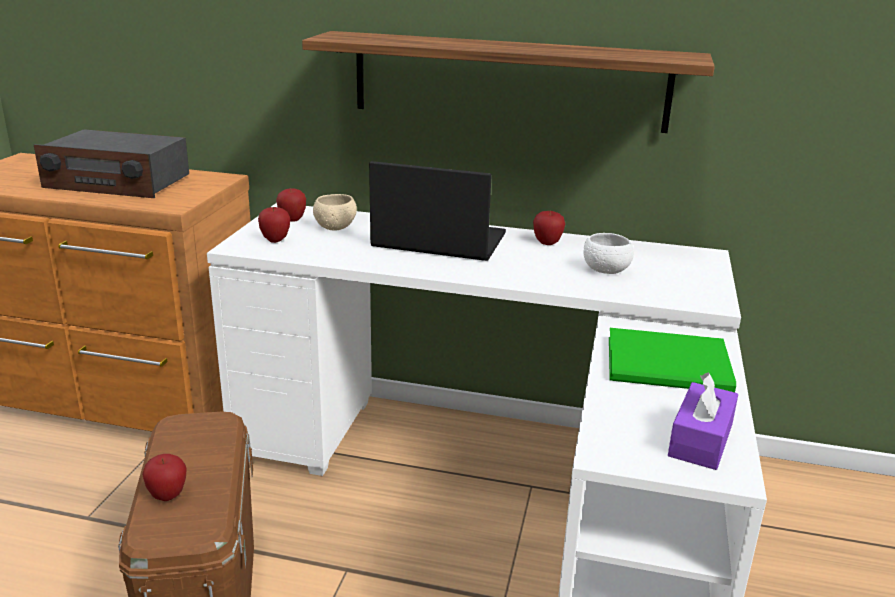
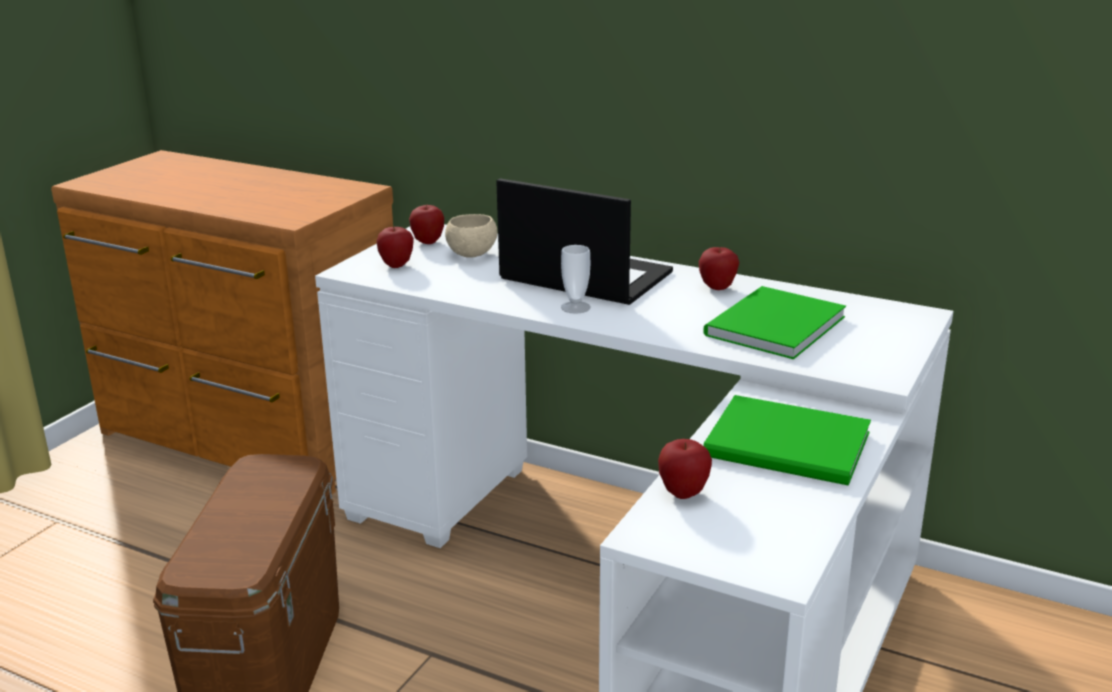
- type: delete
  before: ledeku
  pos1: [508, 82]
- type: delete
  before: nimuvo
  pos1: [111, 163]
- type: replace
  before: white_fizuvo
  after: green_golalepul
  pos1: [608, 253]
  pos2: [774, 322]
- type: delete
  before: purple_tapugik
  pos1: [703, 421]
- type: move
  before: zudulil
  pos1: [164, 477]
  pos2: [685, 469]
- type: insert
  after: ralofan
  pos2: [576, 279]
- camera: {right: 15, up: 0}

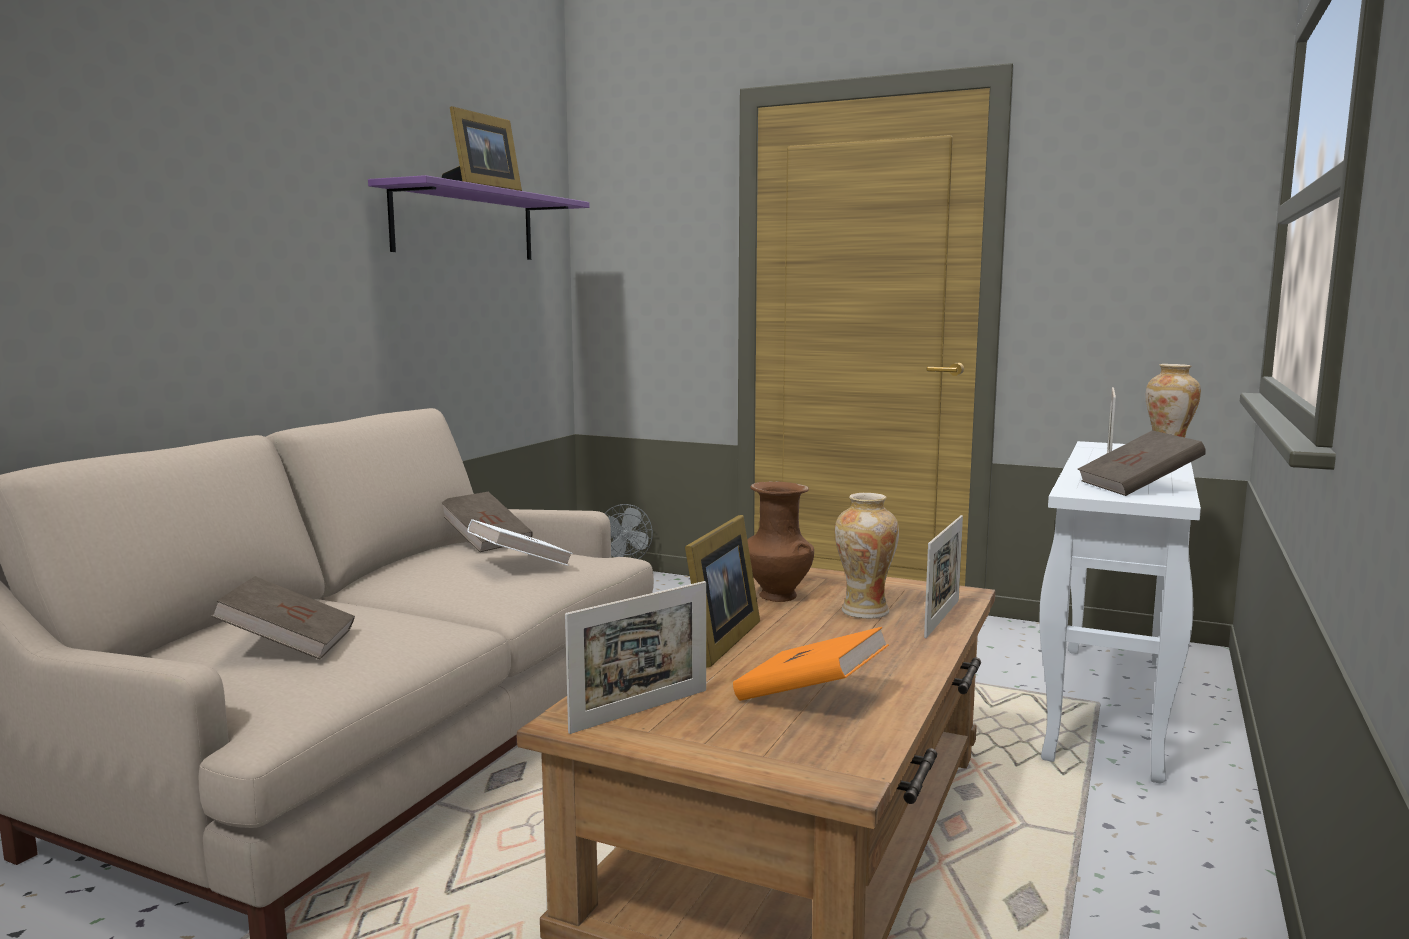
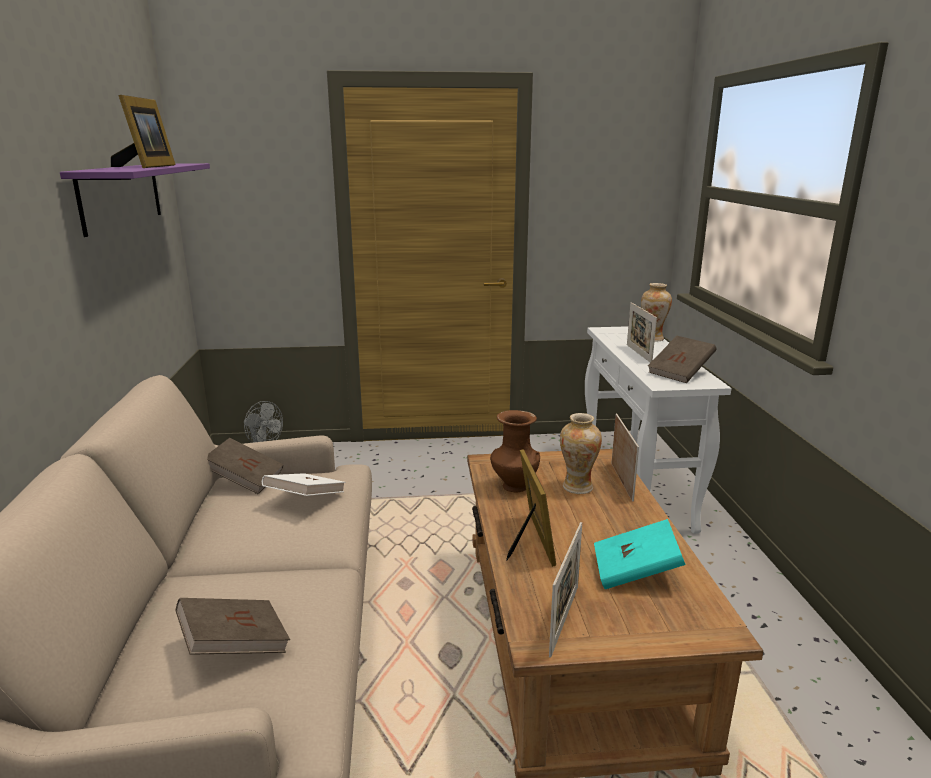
- type: recolor
  before: orange_golalepul
  after: turquoise_golalepul
  pos1: [811, 664]
  pos2: [640, 554]
- camera: {right: -30, up: 10}

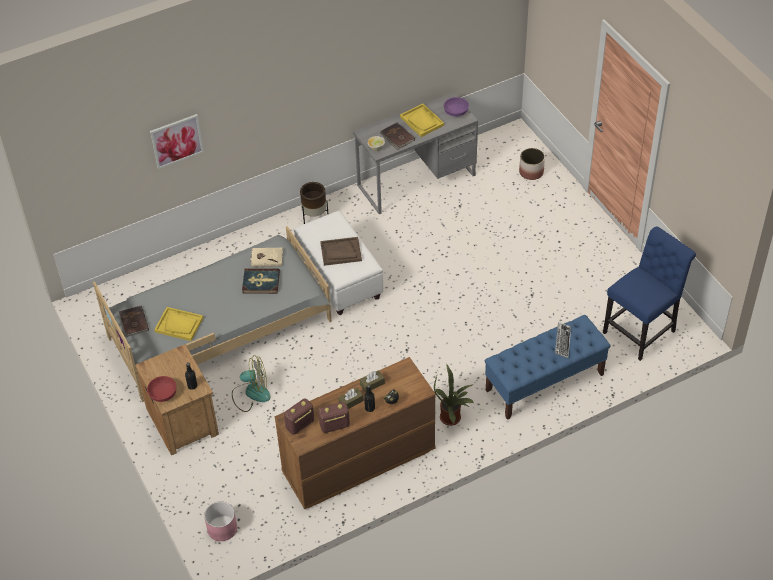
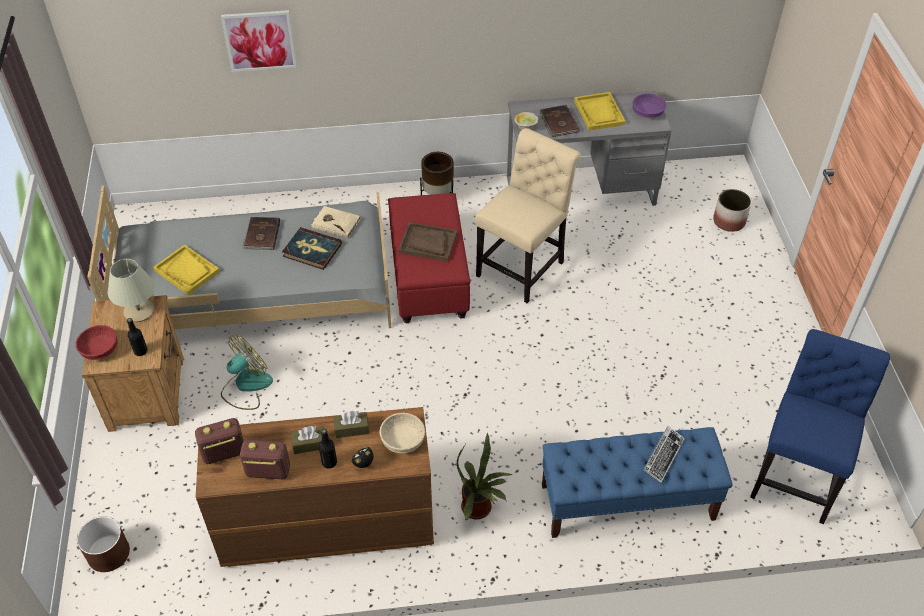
- type: recolor
  before: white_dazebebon
  after: red_dazebebon
  pos1: [338, 262]
  pos2: [429, 258]
- type: rotate
  before: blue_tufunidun
  pos1: [649, 293]
  pos2: [820, 426]
  turn: -45
- type: move
  before: brown_golalepul
  pos1: [134, 321]
  pos2: [261, 233]
- type: rotate
  before: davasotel
  pos1: [251, 383]
  pos2: [247, 372]
  turn: -60
- type: recolor
  before: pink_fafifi
  after: brown_fafifi
  pos1: [220, 521]
  pos2: [103, 544]
- type: insert
  after: beige_tufunidun
  pos2: [528, 215]
- type: insert
  after: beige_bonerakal
  pos2: [131, 290]
- type: insert
  after: beige_fizuvo
  pos2: [402, 433]
- camera: {right: 20, up: 0}

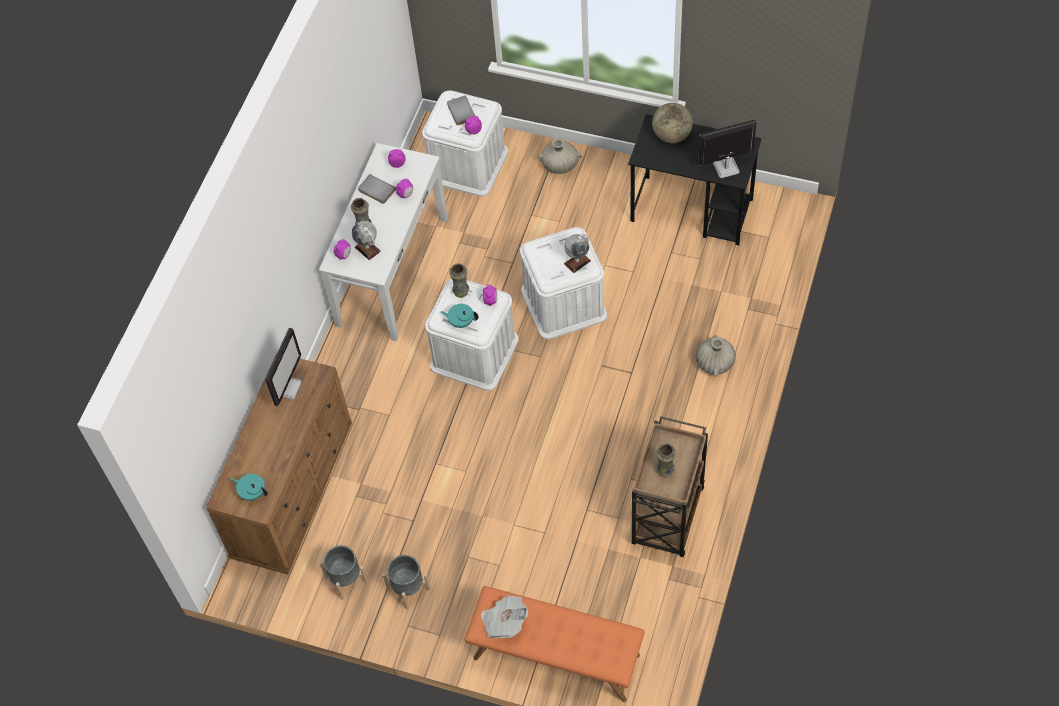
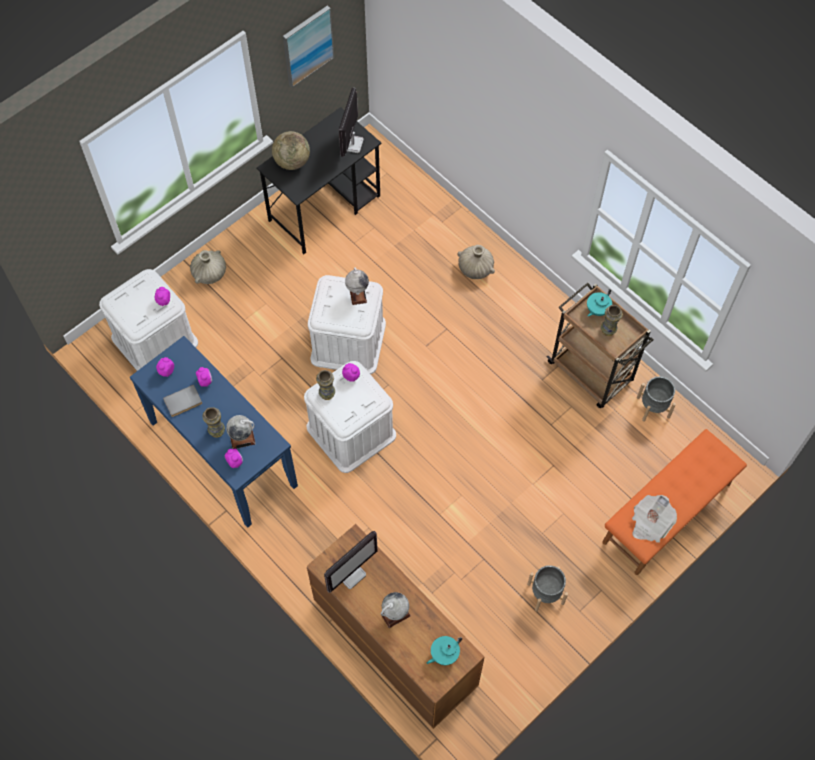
- type: delete
  before: grey_golalepul
  pos1: [461, 110]
- type: recolor
  before: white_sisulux
  after: blue_sisulux
  pos1: [383, 242]
  pos2: [214, 432]
- type: move
  before: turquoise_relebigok
  pos1: [460, 316]
  pos2: [599, 302]
- type: rotate
  before: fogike
  pos1: [283, 367]
  pos2: [351, 562]
  turn: 90
- type: move
  before: grey_fafifi
  pos1: [344, 572]
  pos2: [656, 399]
- type: insert
  after: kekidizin
  pos2: [308, 46]
- type: insert
  after: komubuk
  pos2: [396, 610]
- camera: {right: -65, up: 5}

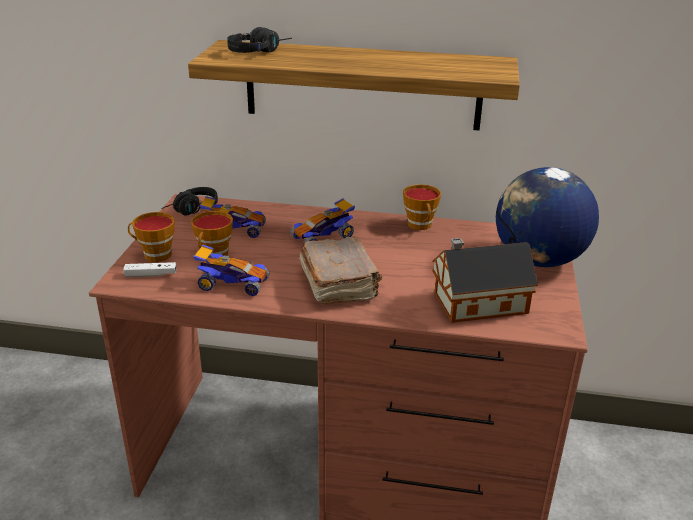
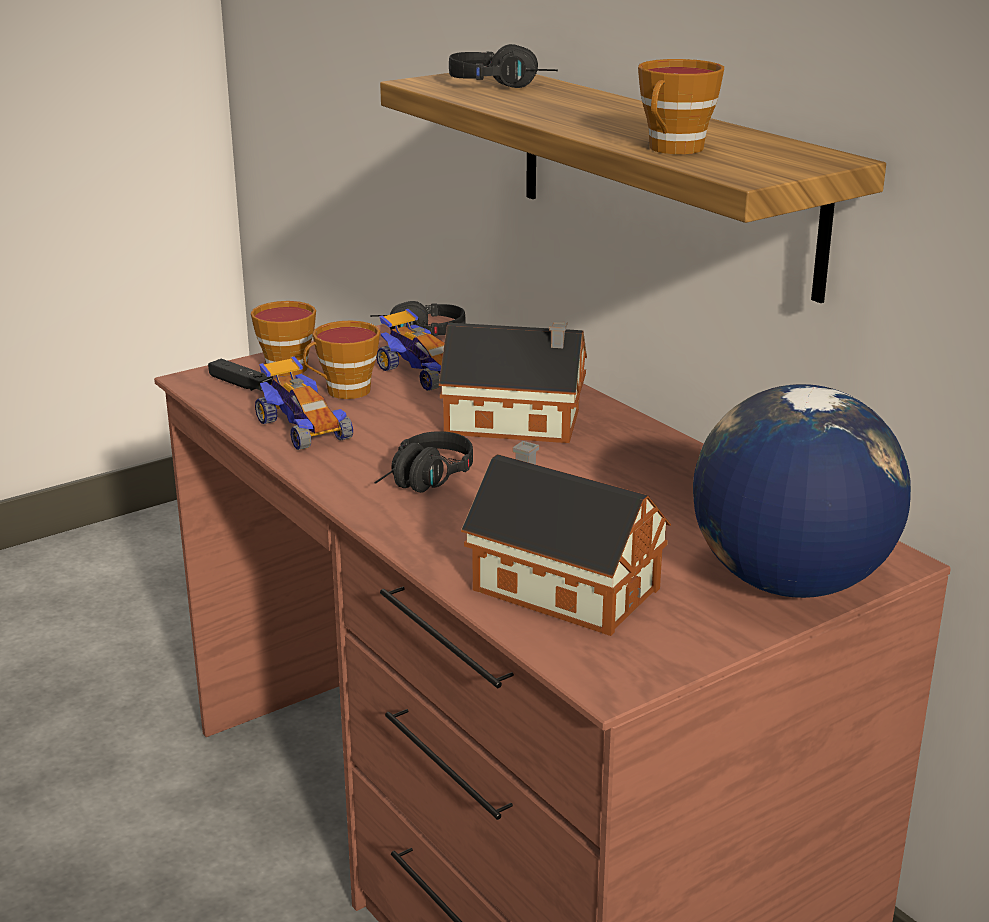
- type: move
  before: ralofan
  pos1: [422, 207]
  pos2: [681, 106]
- type: replace
  before: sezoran
  after: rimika
  pos1: [322, 221]
  pos2: [513, 382]
- type: replace
  before: brown_golalepul
  after: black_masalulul
  pos1: [340, 270]
  pos2: [423, 462]
- type: recolor
  before: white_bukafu
  after: black_bukafu
  pos1: [150, 269]
  pos2: [240, 375]
- camera: {right: 45, up: -5}

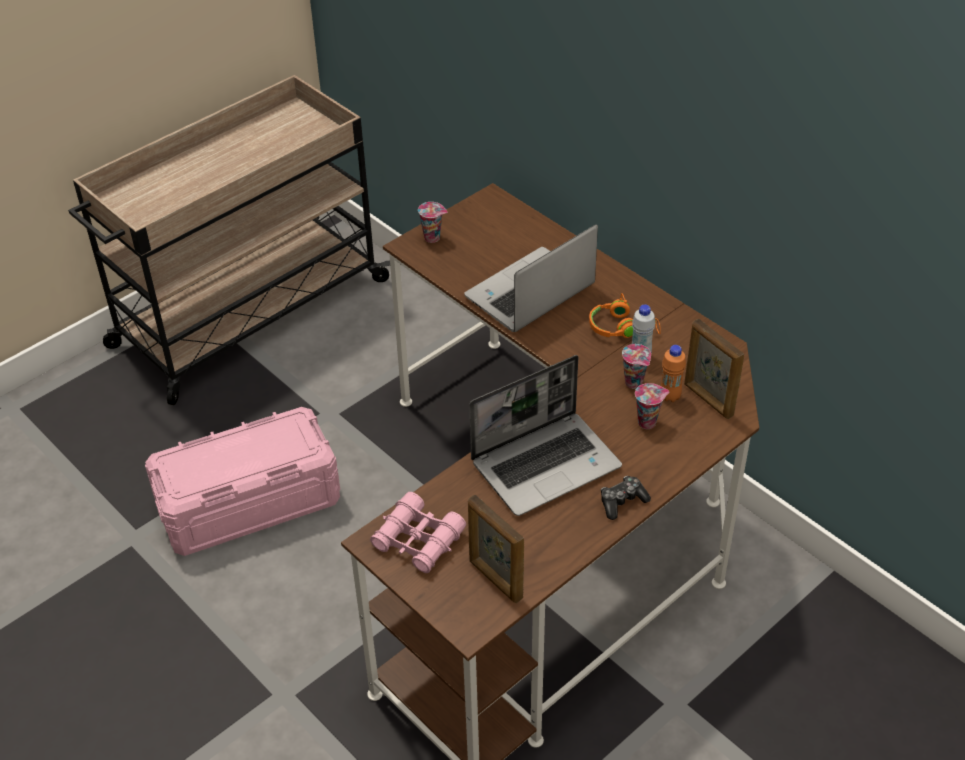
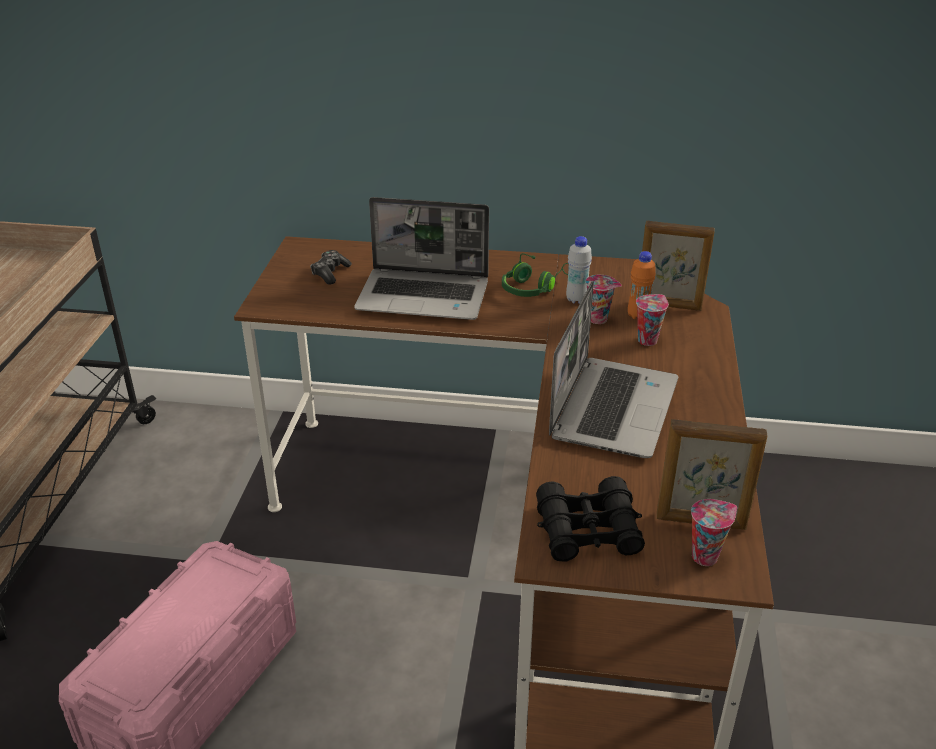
- type: move
  before: ralofan
  pos1: [432, 222]
  pos2: [714, 532]
- type: rotate
  before: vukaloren
  pos1: [531, 278]
  pos2: [421, 258]
  turn: -90
- type: recolor
  before: orange_masalulul
  after: green_masalulul
  pos1: [625, 315]
  pos2: [535, 275]
- type: move
  before: bukafu
  pos1: [626, 498]
  pos2: [331, 267]
- type: recolor
  before: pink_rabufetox
  after: black_rabufetox
  pos1: [418, 532]
  pos2: [590, 519]
- camera: {right: -40, up: -10}

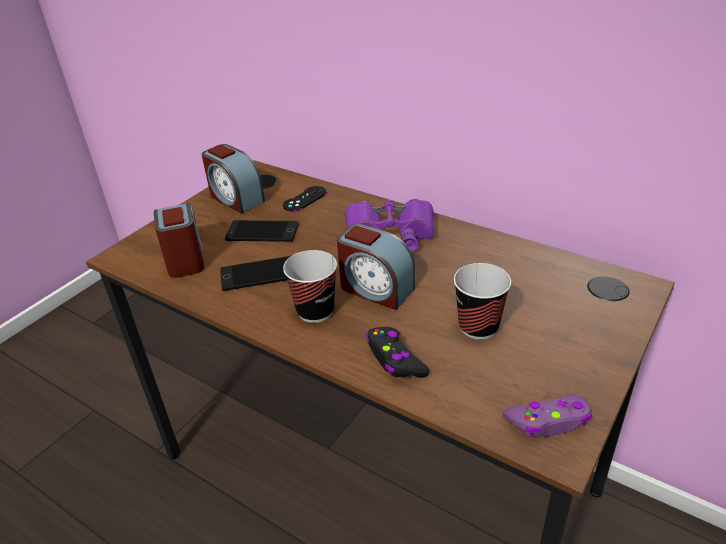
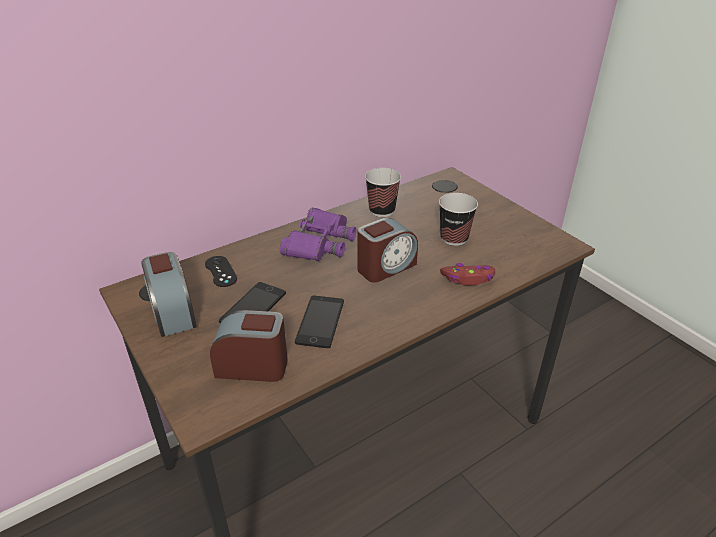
- type: rotate
  before: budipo
  pos1: [233, 179]
  pos2: [169, 294]
  turn: 90
- type: move
  before: ralofan
  pos1: [310, 286]
  pos2: [383, 192]
- type: recolor
  before: black_bukafu
  after: red_bukafu
  pos1: [398, 352]
  pos2: [467, 274]
- type: delete
  before: purple_bukafu
  pos1: [547, 415]
- camera: {right: -70, up: 0}

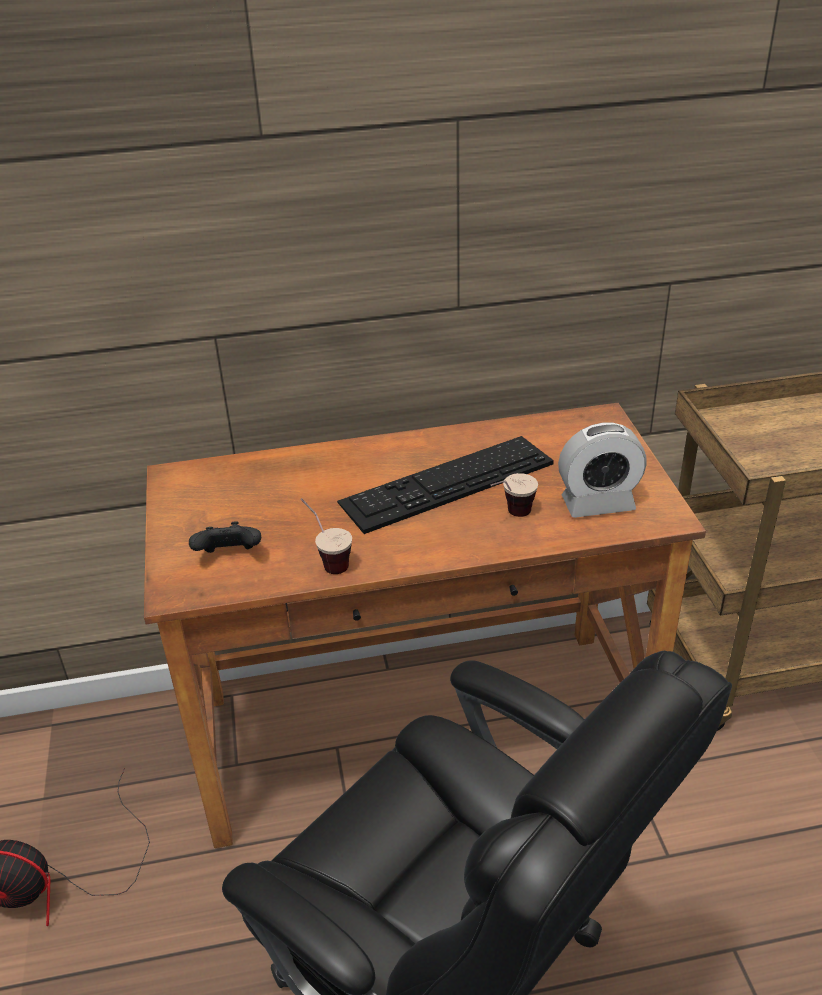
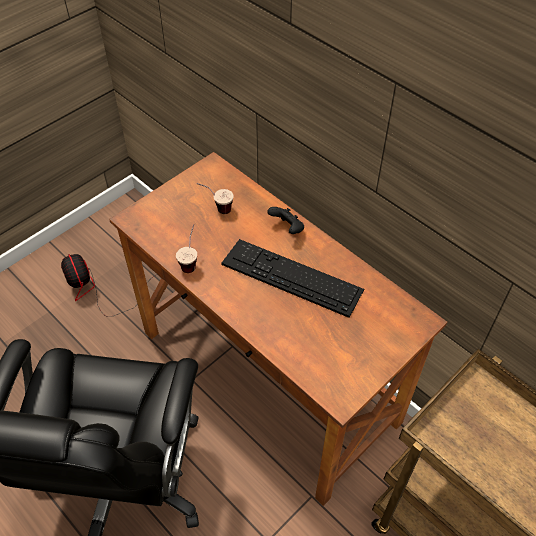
- type: delete
  before: budipo
  pos1: [602, 470]
- type: move
  before: ralofan
  pos1: [514, 495]
  pos2: [215, 198]
- type: move
  before: black_bukafu
  pos1: [225, 537]
  pos2: [285, 220]
- camera: {right: 55, up: 15}

